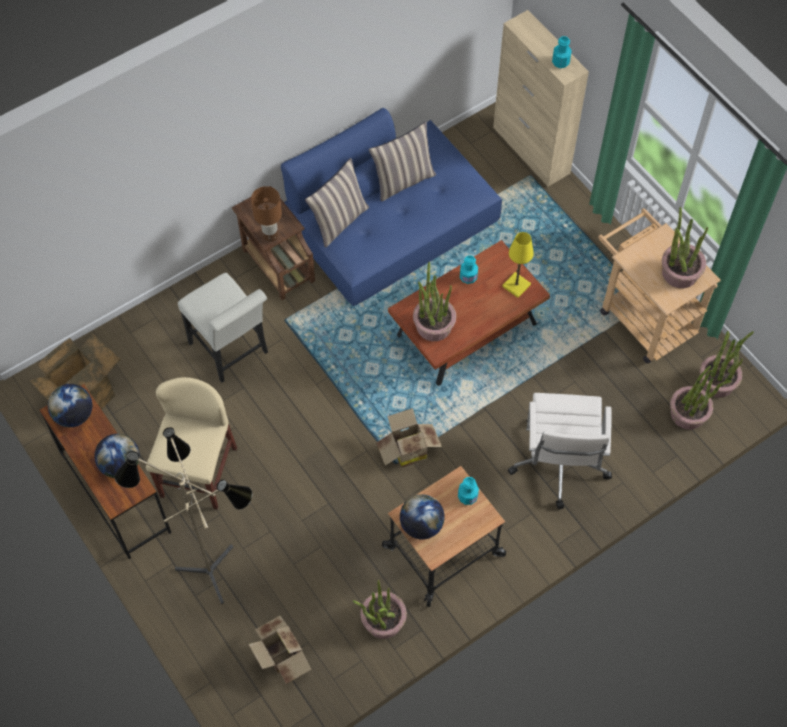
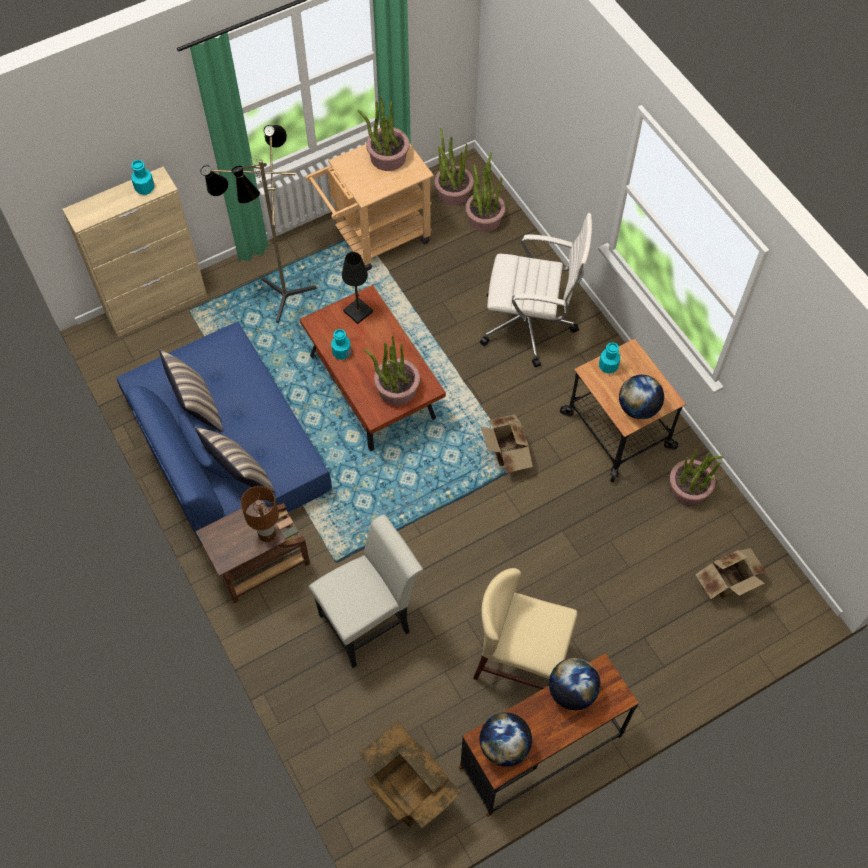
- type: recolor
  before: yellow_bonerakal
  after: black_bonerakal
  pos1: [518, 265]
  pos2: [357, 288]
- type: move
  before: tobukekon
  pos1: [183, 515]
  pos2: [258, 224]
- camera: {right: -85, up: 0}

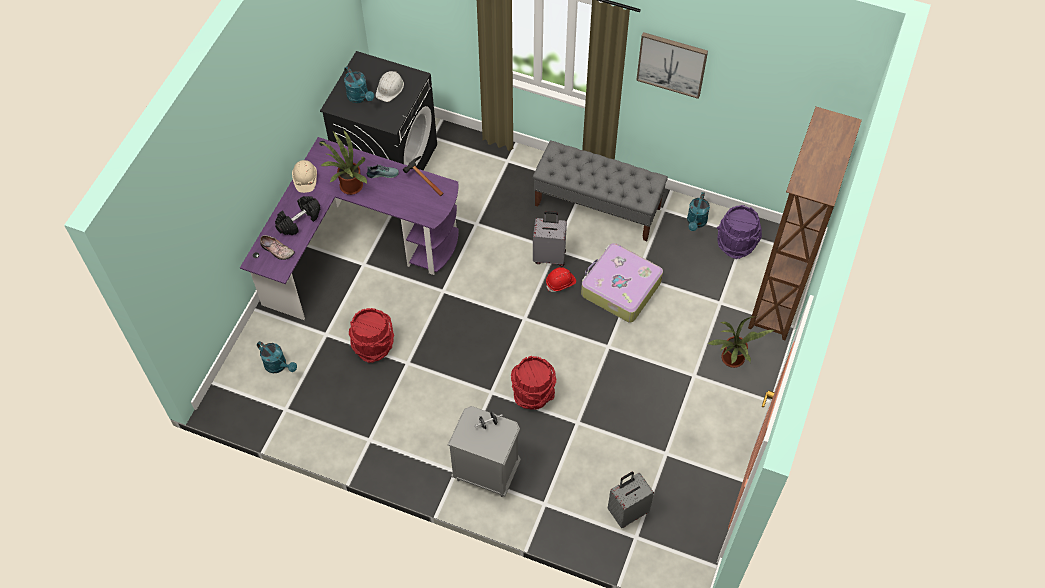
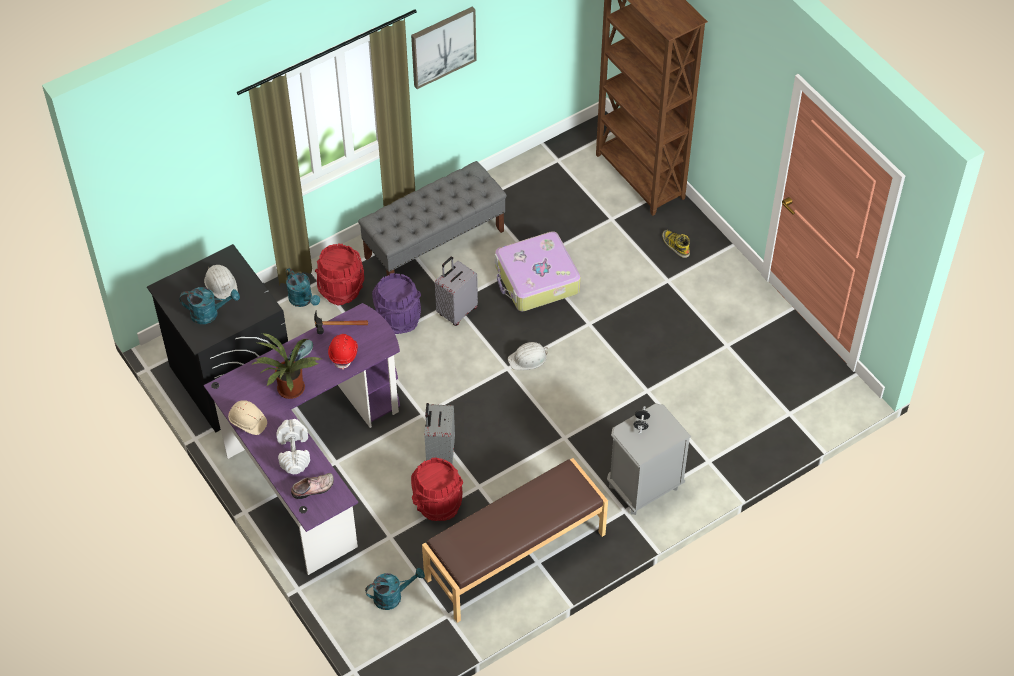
- type: move
  before: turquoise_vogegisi
  pos1: [698, 211]
  pos2: [303, 287]
- type: recolor
  before: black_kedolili
  after: white_kedolili
  pos1: [297, 215]
  pos2: [293, 446]
- type: move
  before: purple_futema
  pos1: [739, 232]
  pos2: [396, 303]
- type: move
  before: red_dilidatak
  pos1: [561, 279]
  pos2: [343, 352]
- type: replace
  before: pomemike
  after: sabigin
  pos1: [740, 342]
  pos2: [676, 244]
- type: move
  before: red_futema
  pos1: [533, 383]
  pos2: [339, 274]
- type: move
  before: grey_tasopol
  pos1: [631, 500]
  pos2: [439, 433]
- type: insert
  after: white_dilidatak
  pos2: [528, 356]
- type: insert
  after: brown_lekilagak
  pos2: [515, 540]
- camera: {right: -55, up: -5}

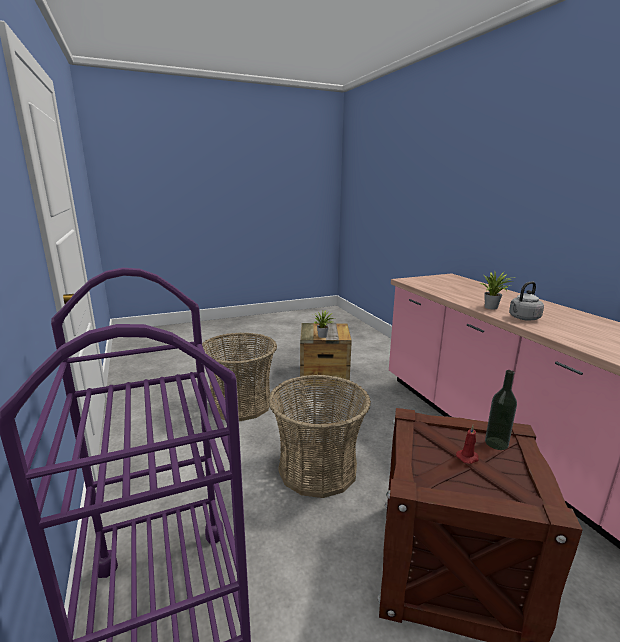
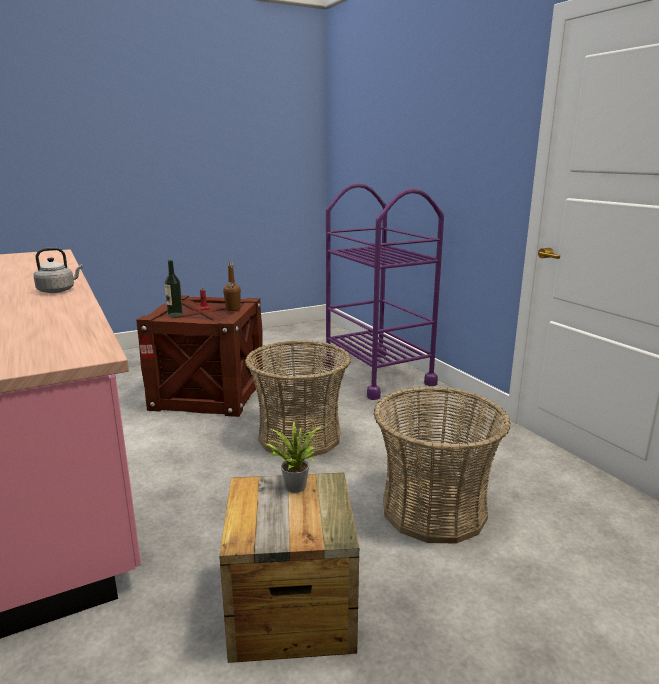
- type: delete
  before: pomemike
  pos1: [497, 291]
- type: insert
  after: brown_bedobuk
  pos2: [232, 286]
- camera: {right: 175, up: 0}

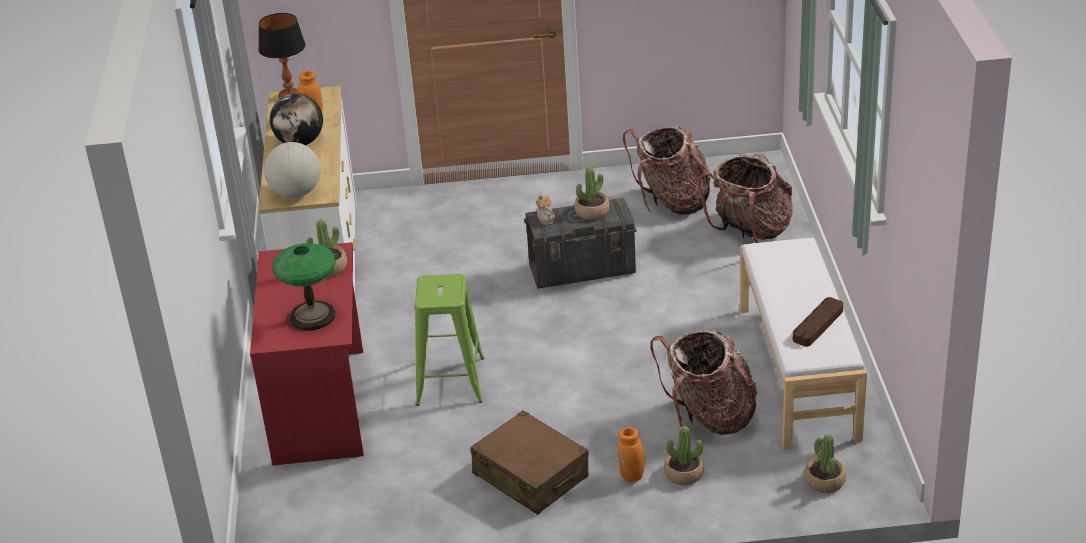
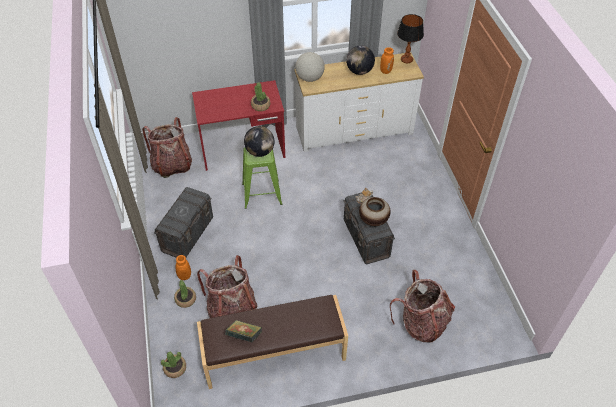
- type: move
  before: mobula
  pos1: [667, 170]
  pos2: [167, 147]
- type: replace
  before: pomemike
  after: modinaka
  pos1: [592, 193]
  pos2: [375, 211]
- type: recolor
  before: white_lekilagak
  after: brown_lekilagak
  pos1: [803, 344]
  pos2: [272, 342]
- type: delete
  before: bonerakal
  pos1: [304, 287]
- type: replace
  before: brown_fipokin
  after: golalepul
  pos1: [818, 322]
  pos2: [243, 331]
- type: replace
  before: brown_tasopol
  after: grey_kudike
  pos1: [530, 462]
  pos2: [183, 222]
- type: insert
  after: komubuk
  pos2: [259, 141]
- camera: {right: 80, up: 15}

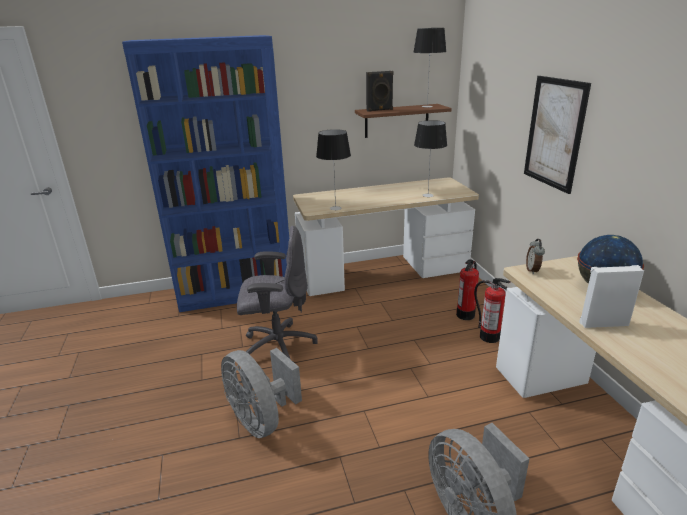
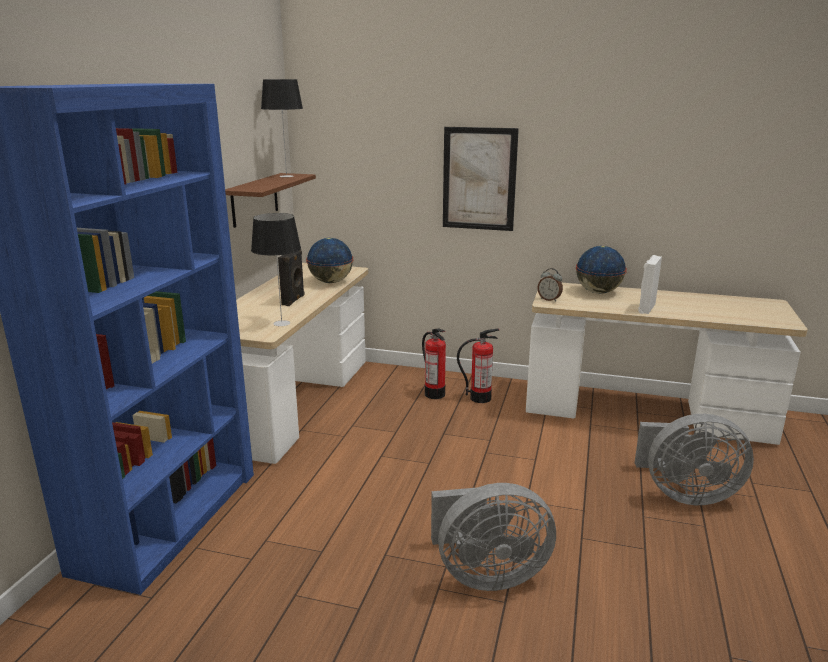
- type: move
  before: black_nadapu
  pos1: [379, 91]
  pos2: [291, 278]
- type: replace
  before: bonerakal
  after: komubuk
  pos1: [430, 158]
  pos2: [330, 260]
- type: delete
  before: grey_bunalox
  pos1: [277, 293]
- camera: {right: -60, up: -5}

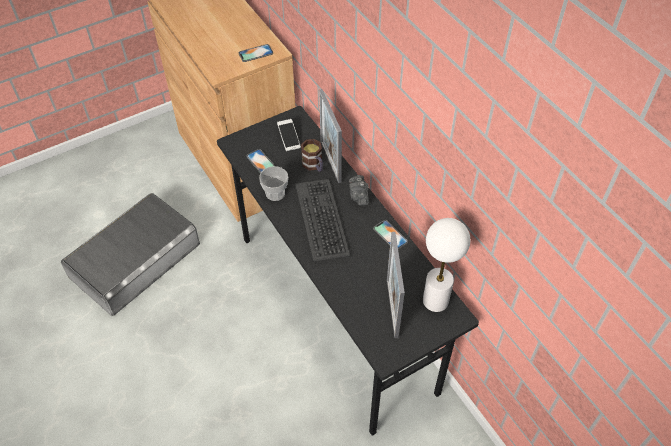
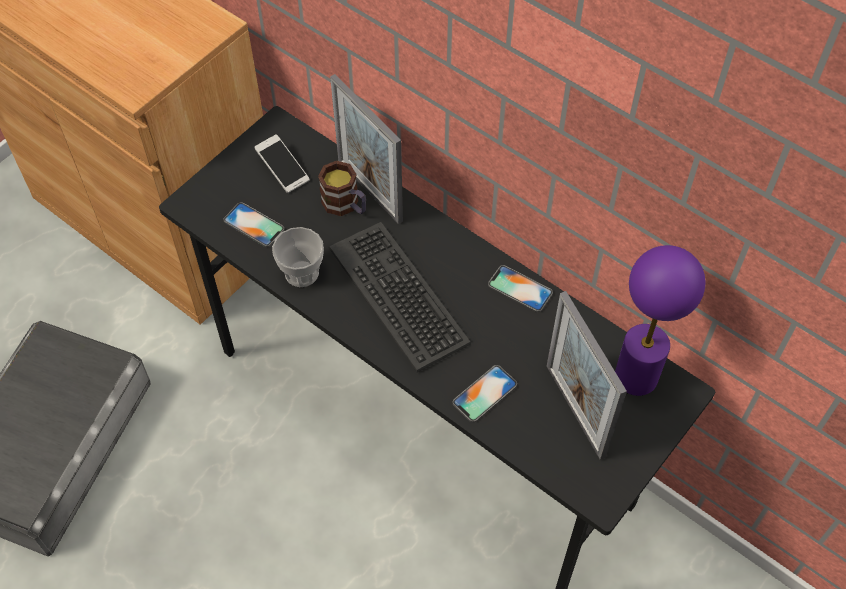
- type: move
  before: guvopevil
  pos1: [256, 53]
  pos2: [485, 393]
- type: delete
  before: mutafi
  pos1: [359, 190]
- type: recolor
  before: white_bonerakal
  after: purple_bonerakal
  pos1: [446, 265]
  pos2: [660, 320]
- camera: {right: -20, up: 5}

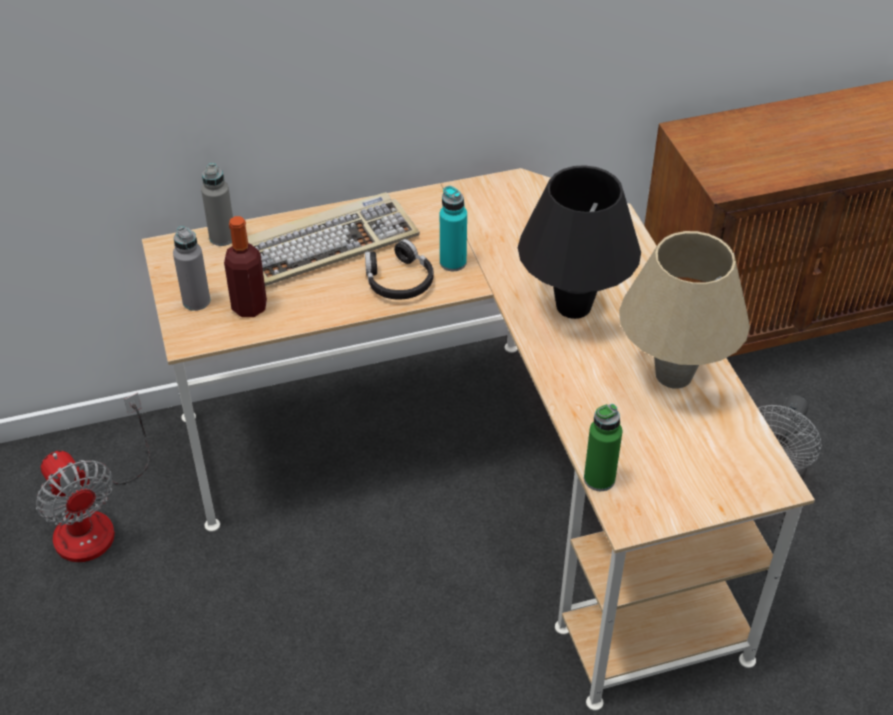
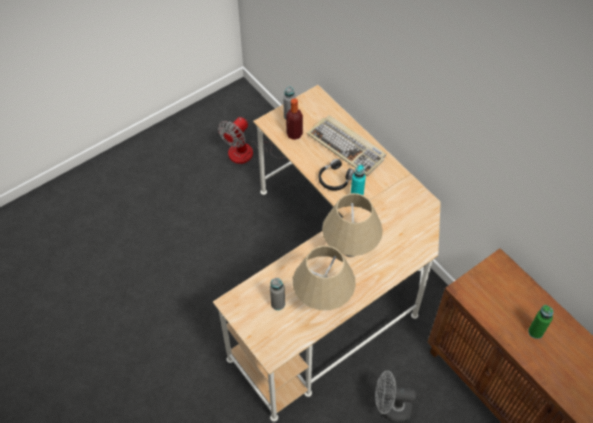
- type: move
  before: grey_bedobuk
  pos1: [217, 204]
  pos2: [277, 294]
- type: recolor
  before: black_bonerakal
  after: beige_bonerakal
  pos1: [579, 242]
  pos2: [352, 225]
- type: move
  before: green_bedobuk
  pos1: [603, 447]
  pos2: [541, 322]
- camera: {right: 70, up: 10}

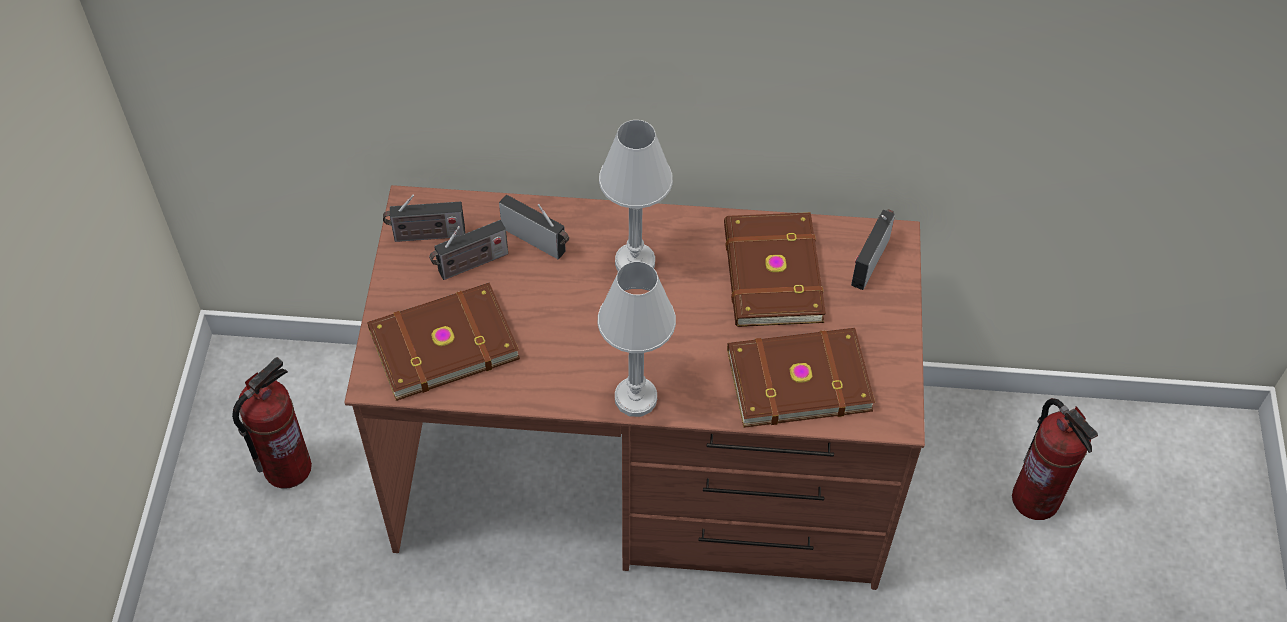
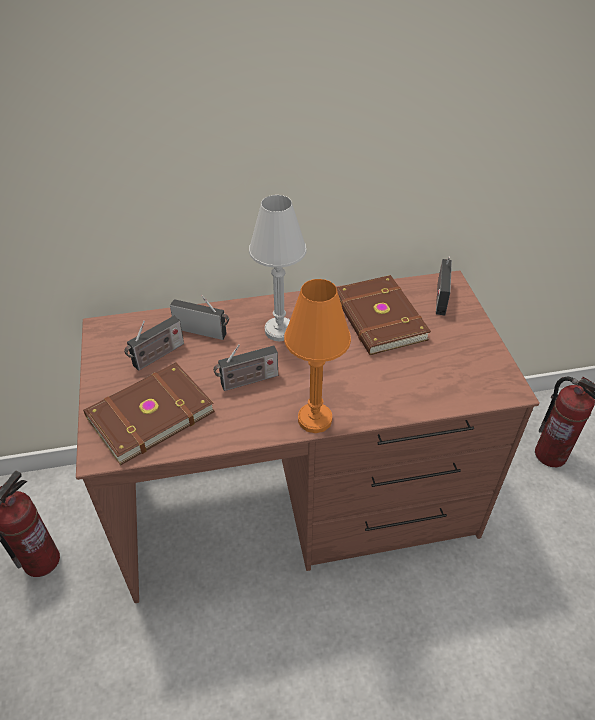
- type: move
  before: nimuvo
  pos1: [424, 218]
  pos2: [245, 367]
- type: recolor
  before: white_bonerakal
  after: orange_bonerakal
  pos1: [637, 339]
  pos2: [317, 356]
- type: delete
  before: brown_golalepul
  pos1: [801, 378]
- camera: {right: -15, up: -10}

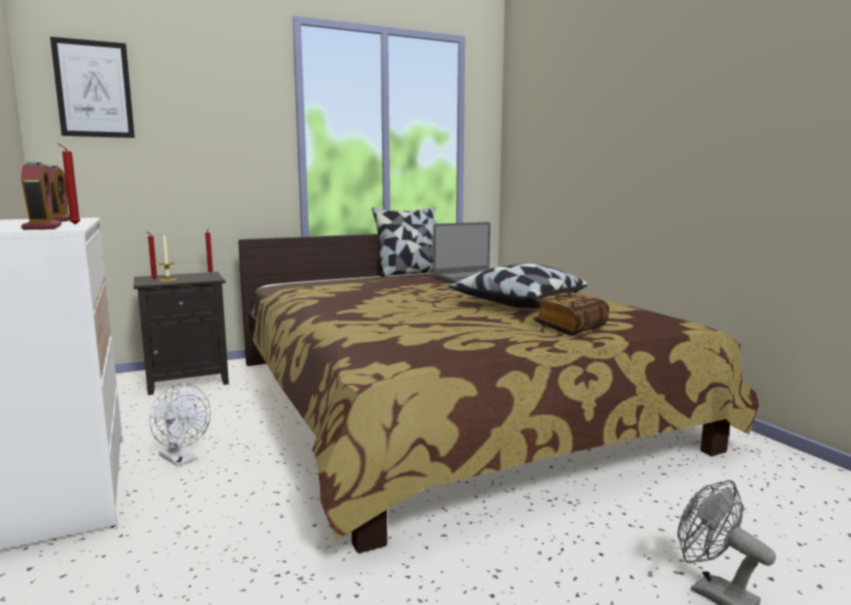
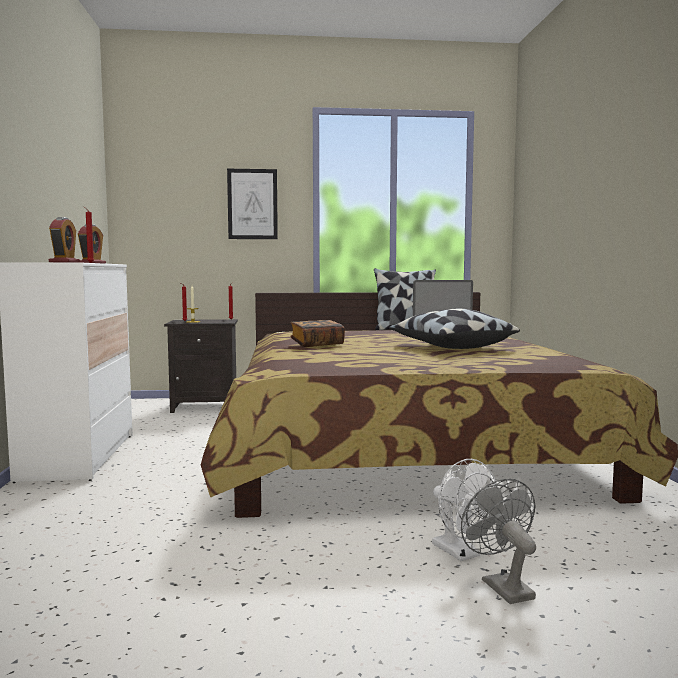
- type: move
  before: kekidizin
  pos1: [92, 87]
  pos2: [252, 204]
- type: move
  before: golalepul
  pos1: [571, 313]
  pos2: [317, 333]
- type: move
  before: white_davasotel
  pos1: [180, 425]
  pos2: [464, 510]
- camera: {right: 20, up: -5}

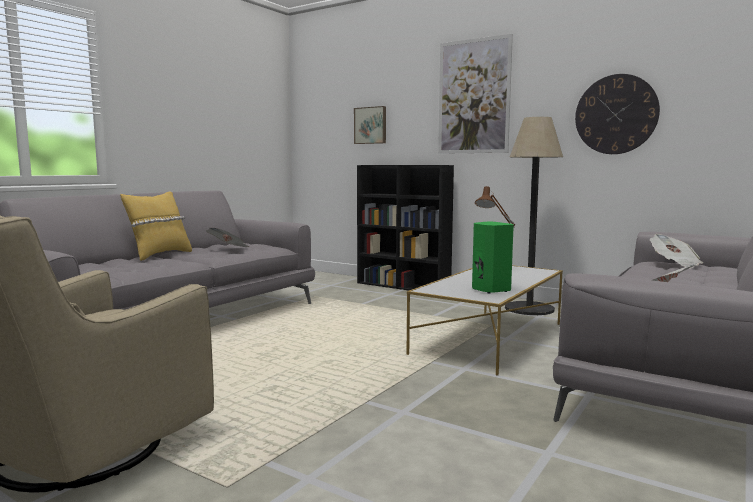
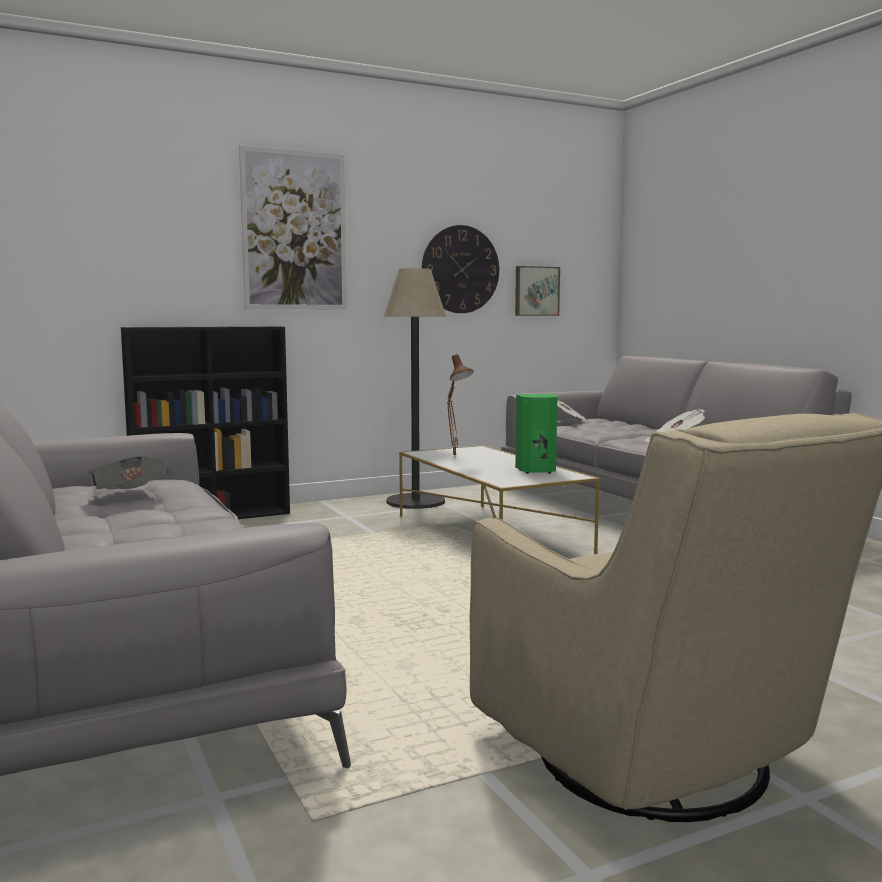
- type: move
  before: kekidizin
  pos1: [370, 125]
  pos2: [537, 291]
- type: delete
  before: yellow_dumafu
  pos1: [156, 226]
- camera: {right: -60, up: 0}

